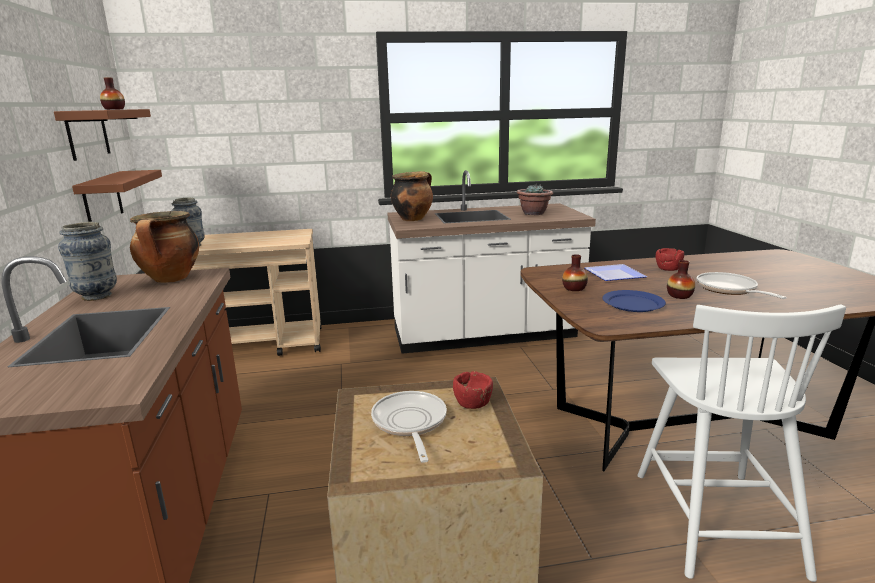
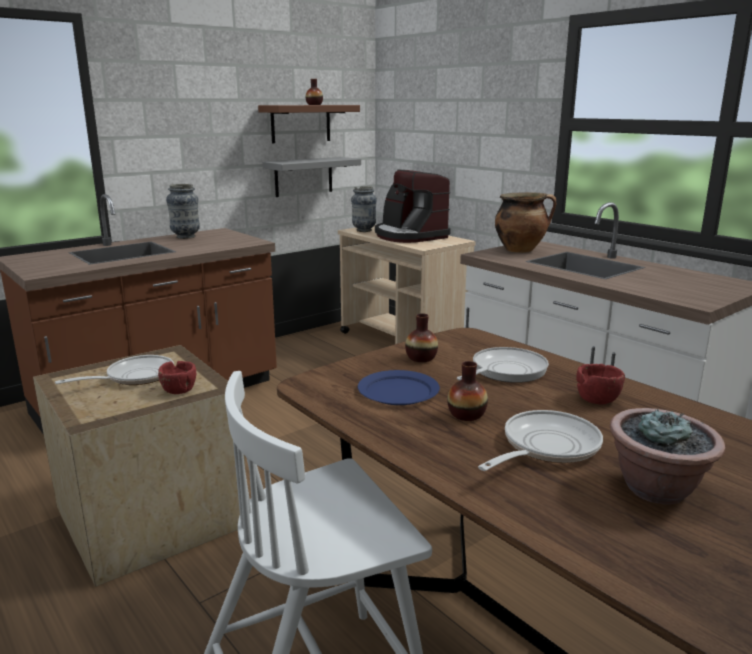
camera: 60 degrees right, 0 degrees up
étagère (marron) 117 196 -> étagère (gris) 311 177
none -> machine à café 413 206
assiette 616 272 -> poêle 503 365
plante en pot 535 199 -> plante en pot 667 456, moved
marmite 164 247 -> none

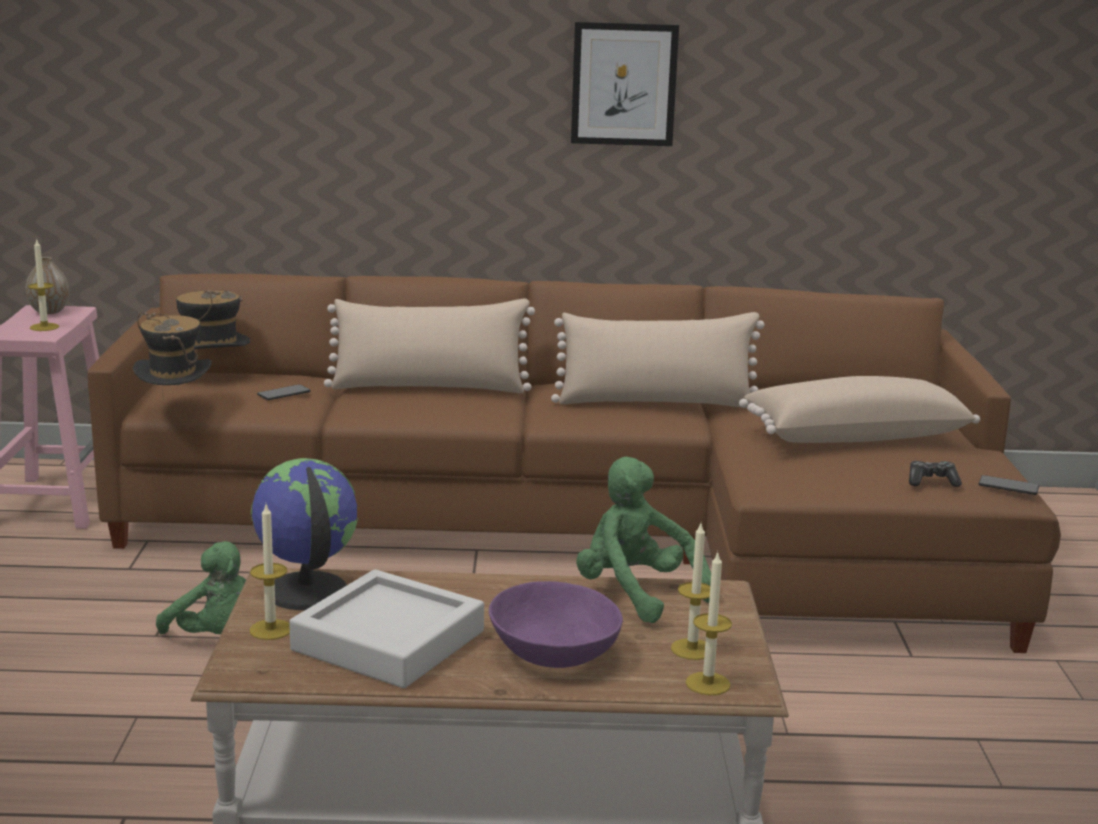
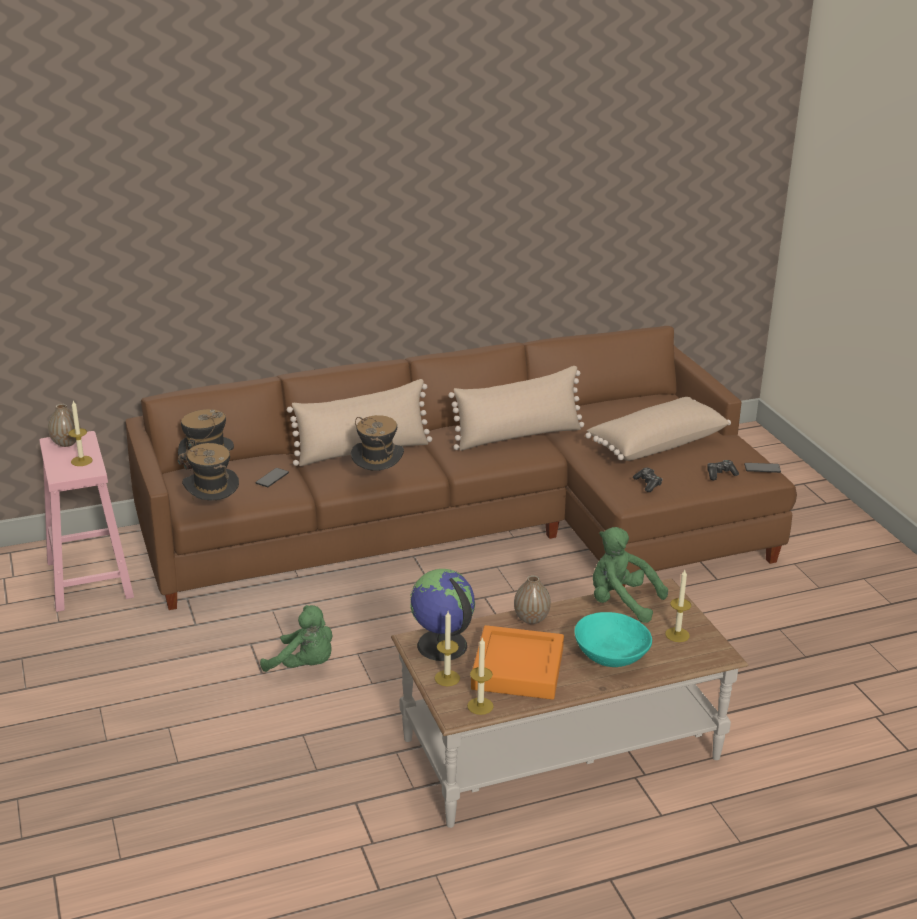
camera: 20 degrees left, 10 degrees up
none -> chapeau 377 443
bougie 709 623 -> bougie 480 676, moved
plateau (gris) 386 628 -> plateau (orange) 517 662
none -> vase 532 599
bol (violet) 556 624 -> bol (turquoise) 613 639
none -> manette 647 480
tableau 625 84 -> none

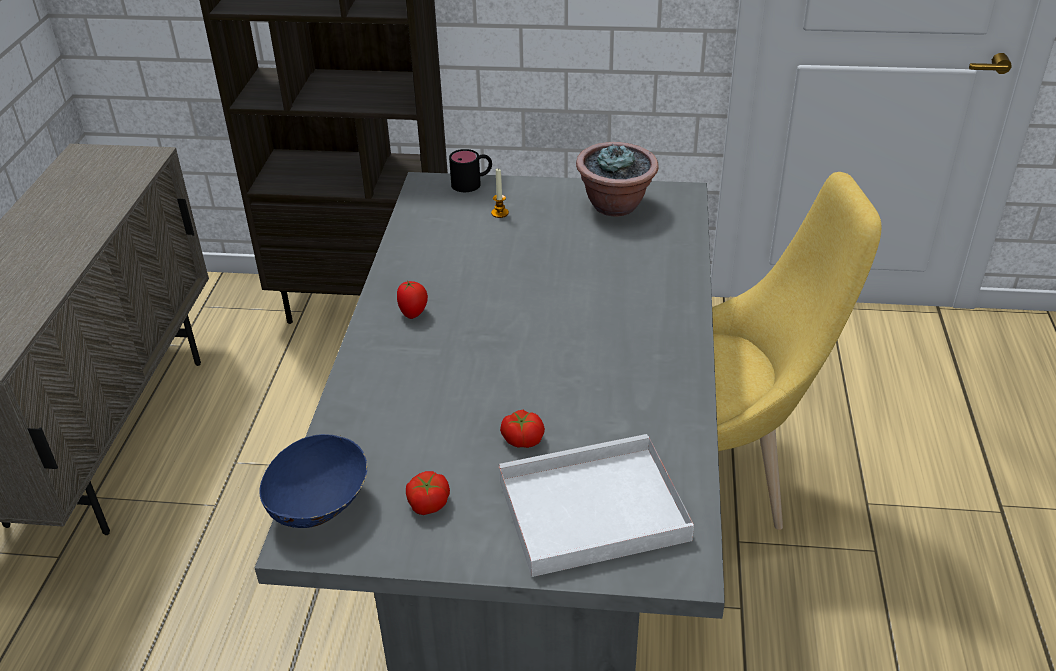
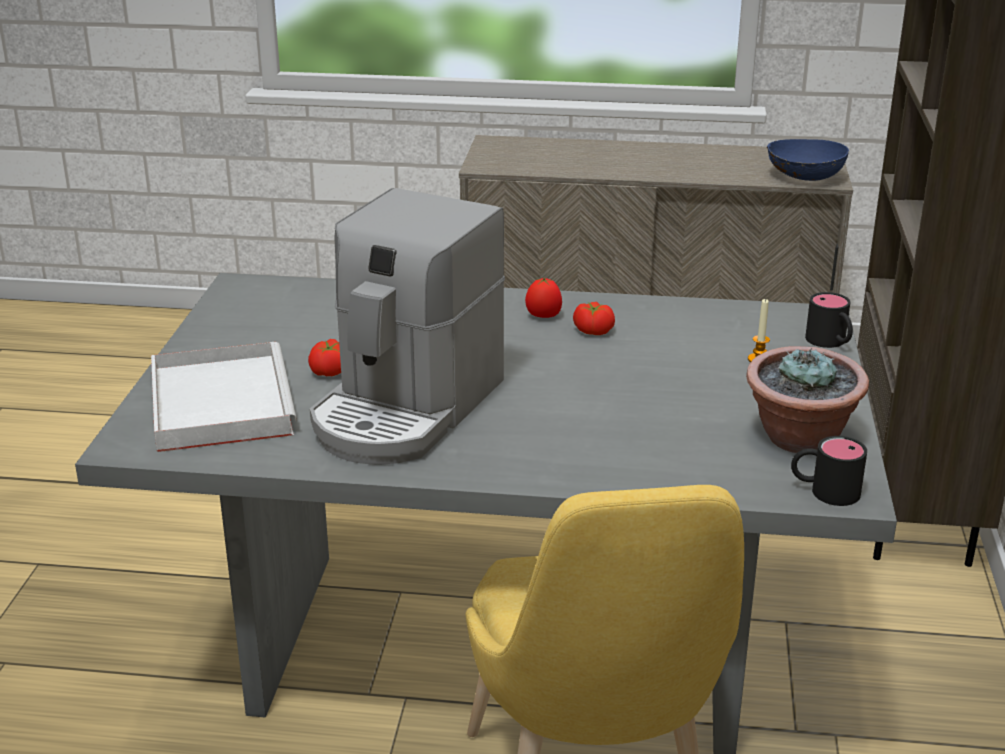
camera: 90 degrees right, 10 degrees down
none -> machine à café 407 326
tomate 428 493 -> tomate 594 318, moved
bol (bleu) 313 481 -> bol (bleu) 808 160, moved
none -> mug (noir) 829 471

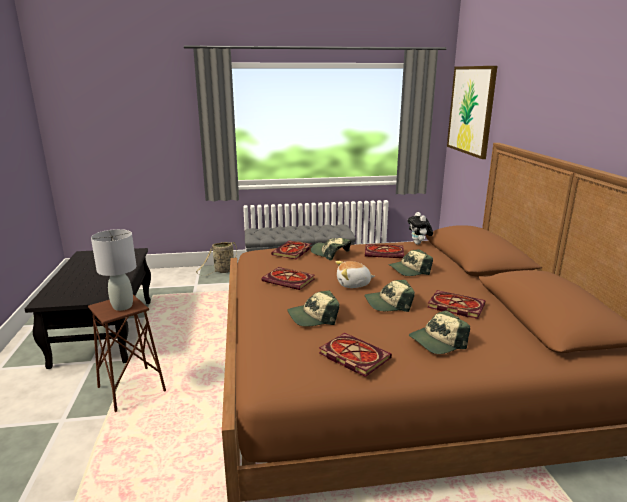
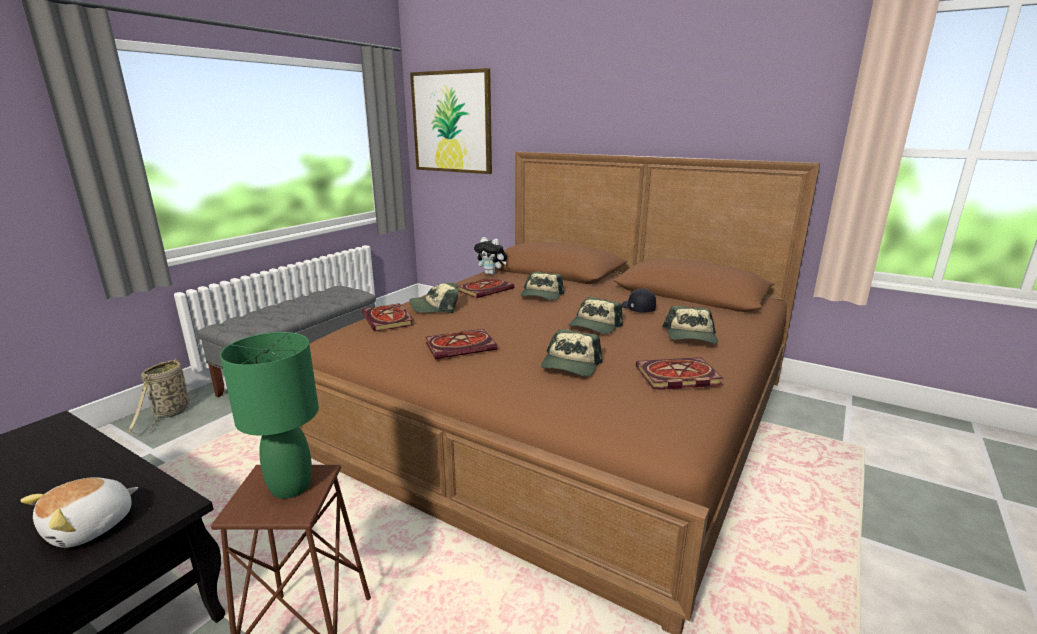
camera: 50 degrees left, 0 degrees up
peluche 355 274 -> peluche 80 512, moved
lampe de table (gris) 113 270 -> lampe de table (vert) 269 415
livre 456 304 -> casquette (noir) 638 301

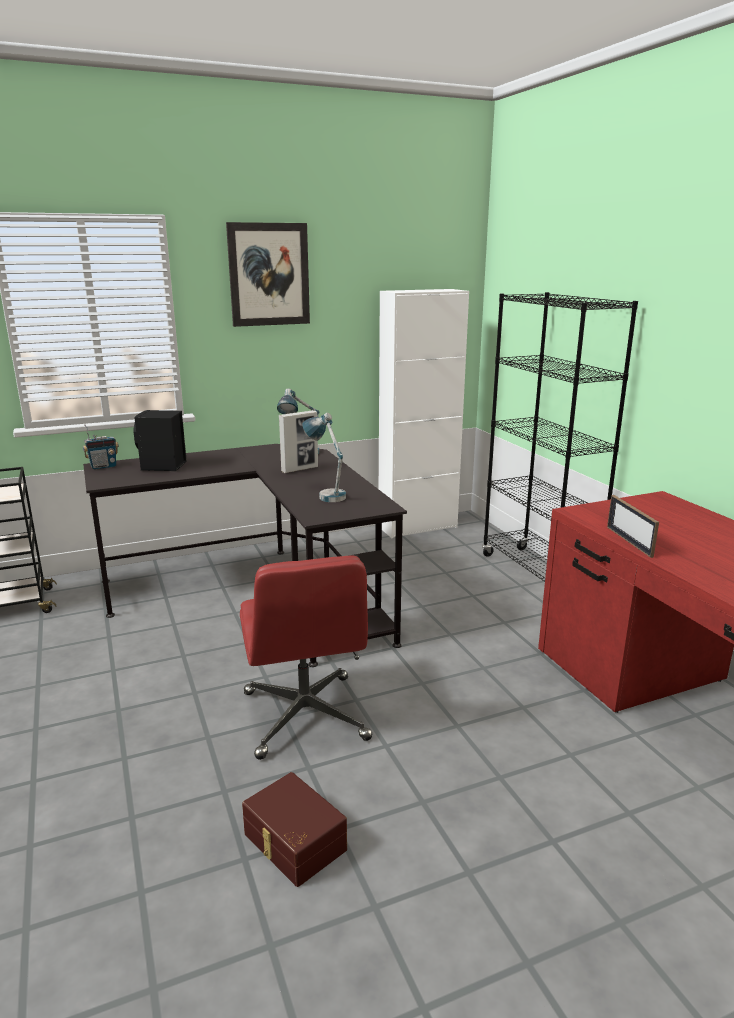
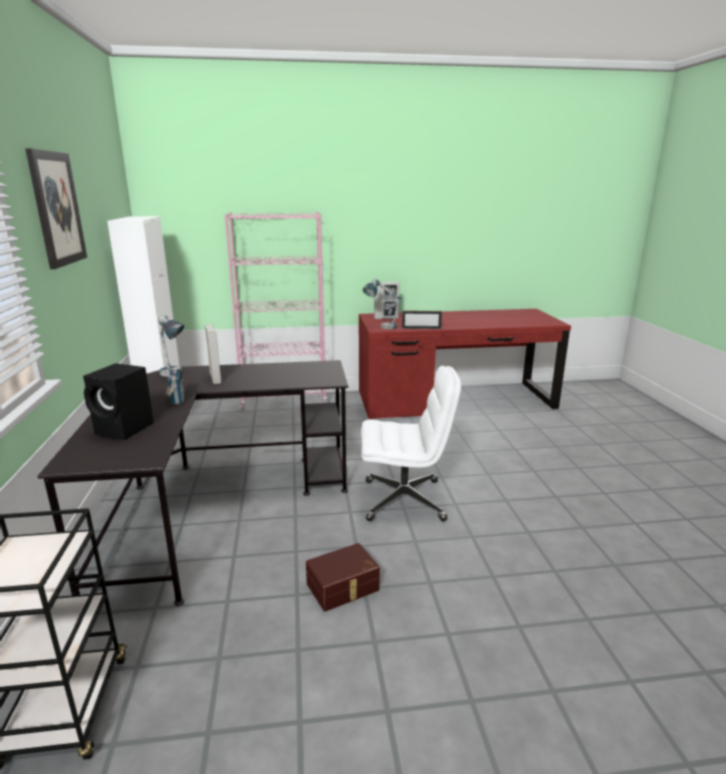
camera: 75 degrees left, 0 degrees up
radio 101 446 -> radio 175 382, moved
bibliothèque (noir) 560 437 -> bibliothèque (rose) 275 311
boîte de rangement (marron) 294 829 -> boîte de rangement (marron) 343 577, moved
chaise de bureau (rouge) 306 657 -> chaise de bureau (blanc) 411 443
lampe de table 324 457 -> lampe de table 382 303, moved
none -> cadre photo 387 300

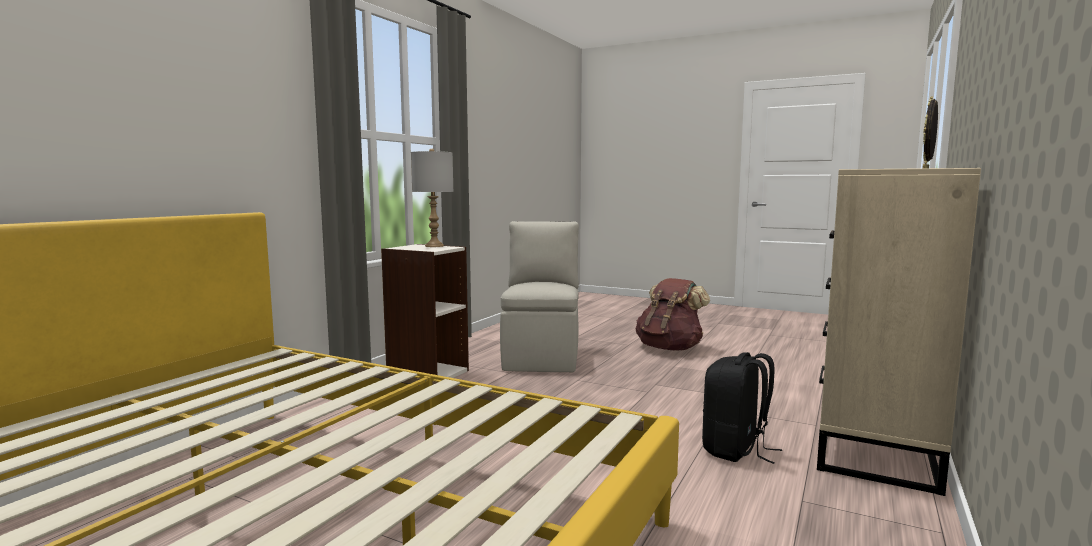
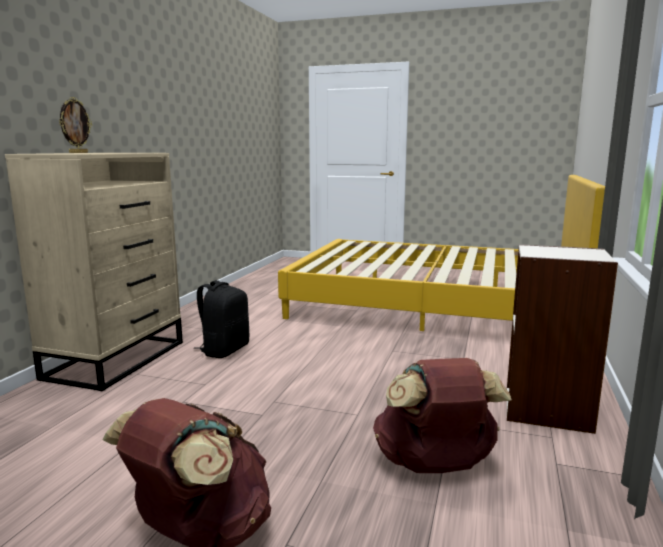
camera: 170 degrees right, 5 degrees up
chaise (beige) 539 296 -> sac à dos (marron) 442 415
lampe de table (gris) 432 198 -> none

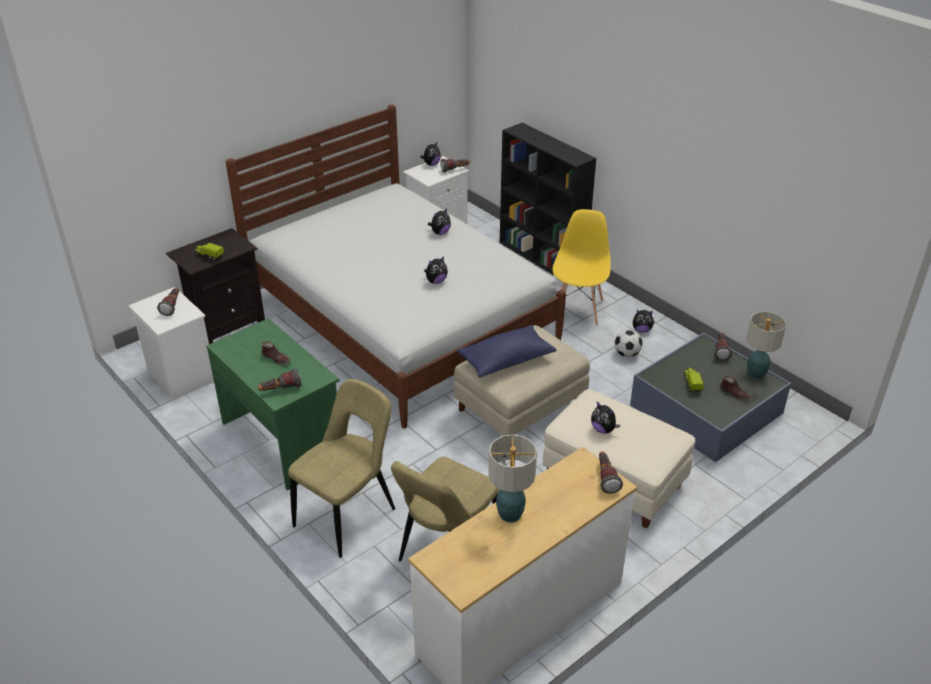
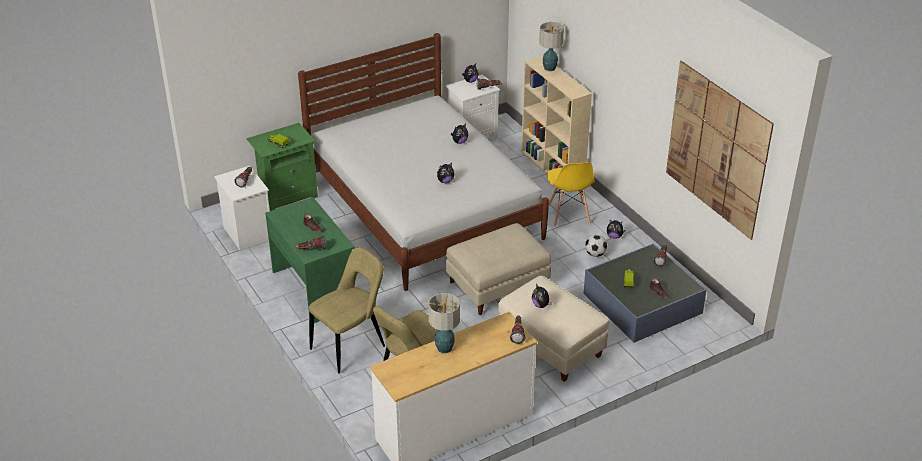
camera: 10 degrees right, 0 degrees up
table de chevet (noir) 215 286 -> table de chevet (vert) 282 167
bibliothèque (noir) 548 199 -> bibliothèque (beige) 556 124
lampe de table 766 345 -> lampe de table 551 46, moved
chaise (jaune) 581 267 -> chaise (jaune) 571 194, 150 degrees clockwise
none -> tableau 720 150
coussin (bleu) 506 351 -> none

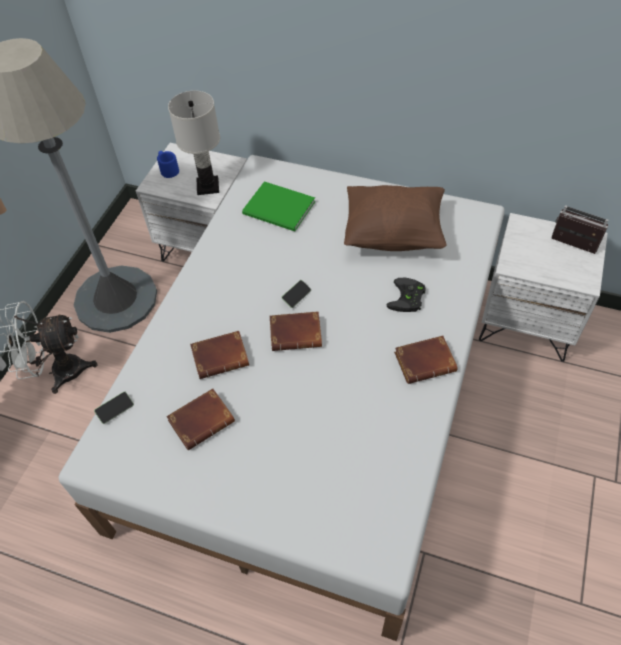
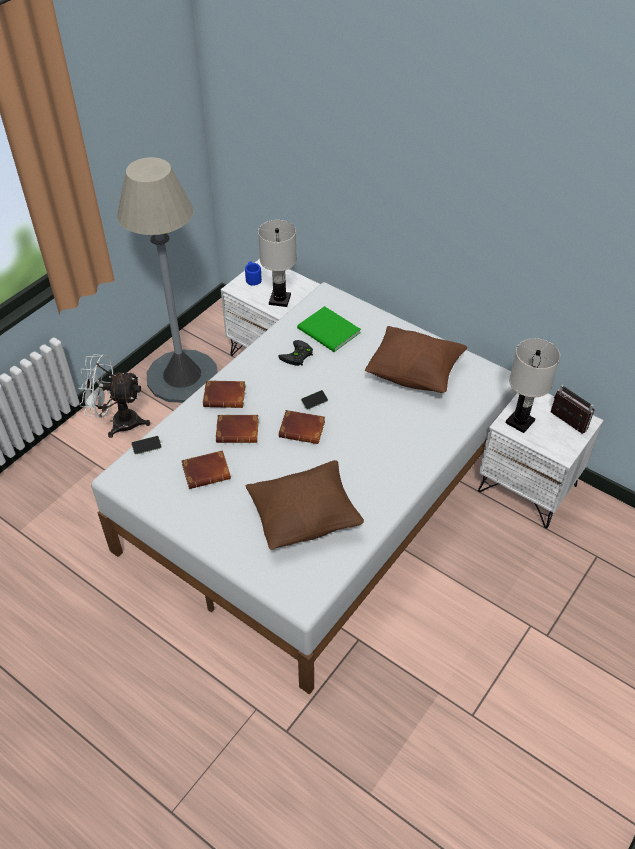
camera: 15 degrees right, 5 degrees down
livre (marron) 426 359 -> livre (marron) 224 394, moved
none -> coussin (marron) 304 505
manette (noir) 406 295 -> manette (noir) 295 353, moved
none -> lampe de table (blanc) 532 385

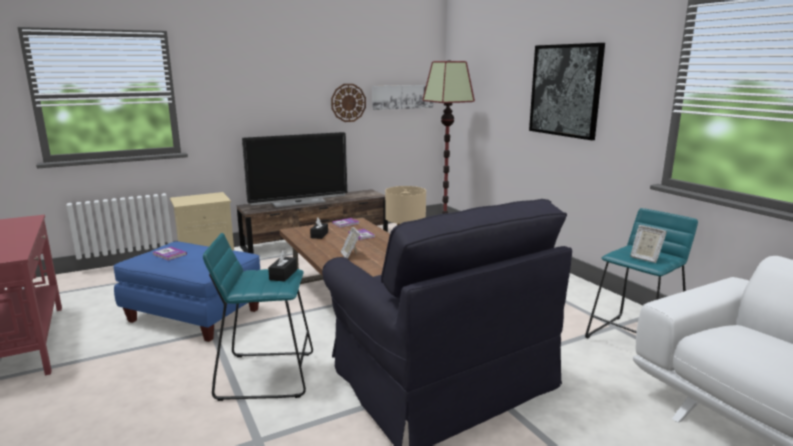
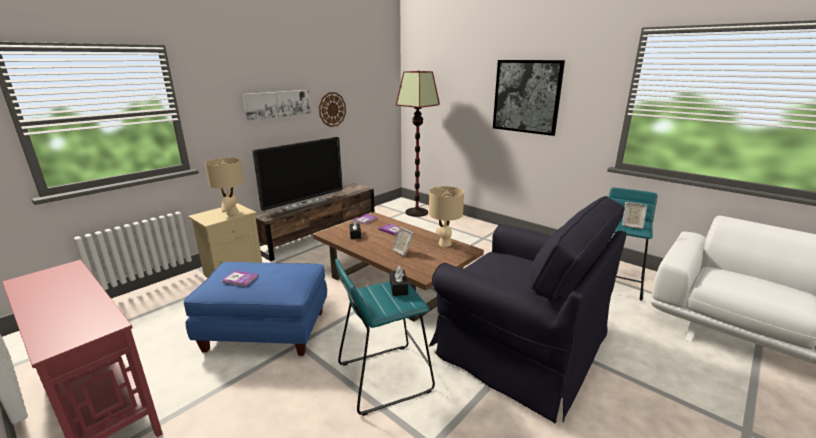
camera: 20 degrees left, 5 degrees up
none -> lampe de table (beige) 224 186
tableau 402 97 -> tableau 277 105, moved

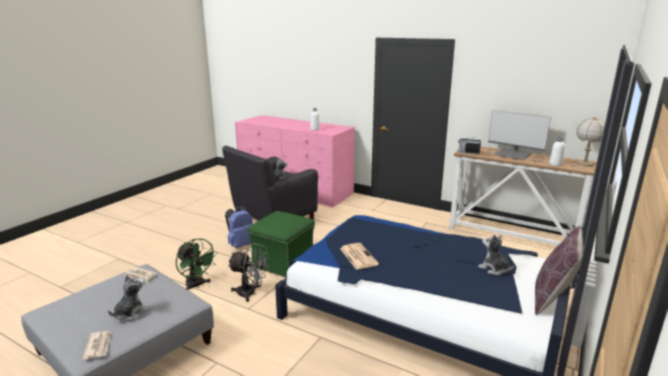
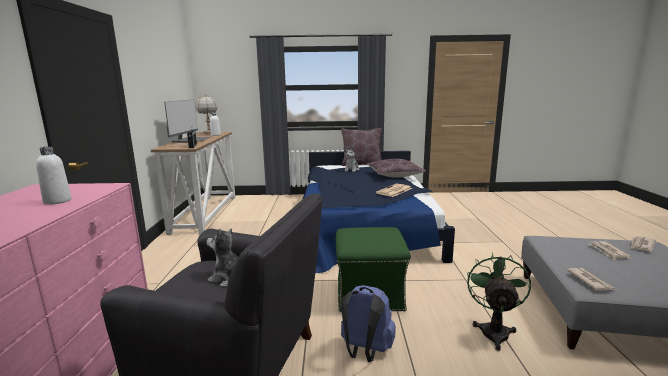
camera: 120 degrees left, 5 degrees down
none -> coussin (marron) 396 168
peluche 128 297 -> journal 610 250
ventilateur (gris) 248 272 -> none

